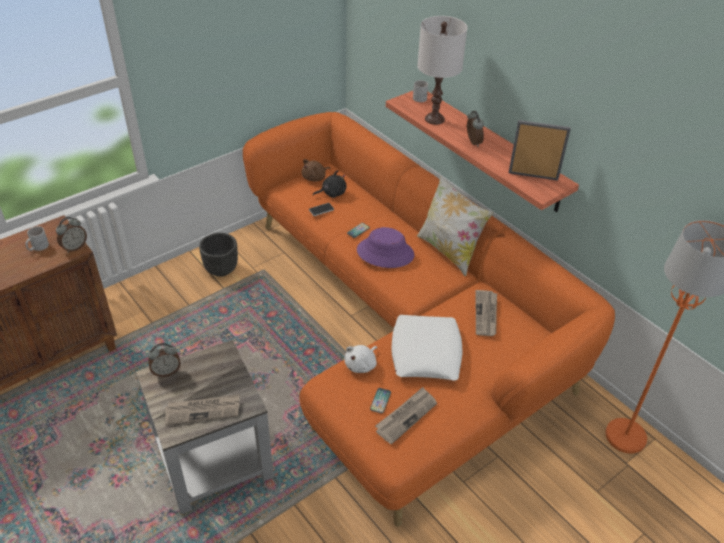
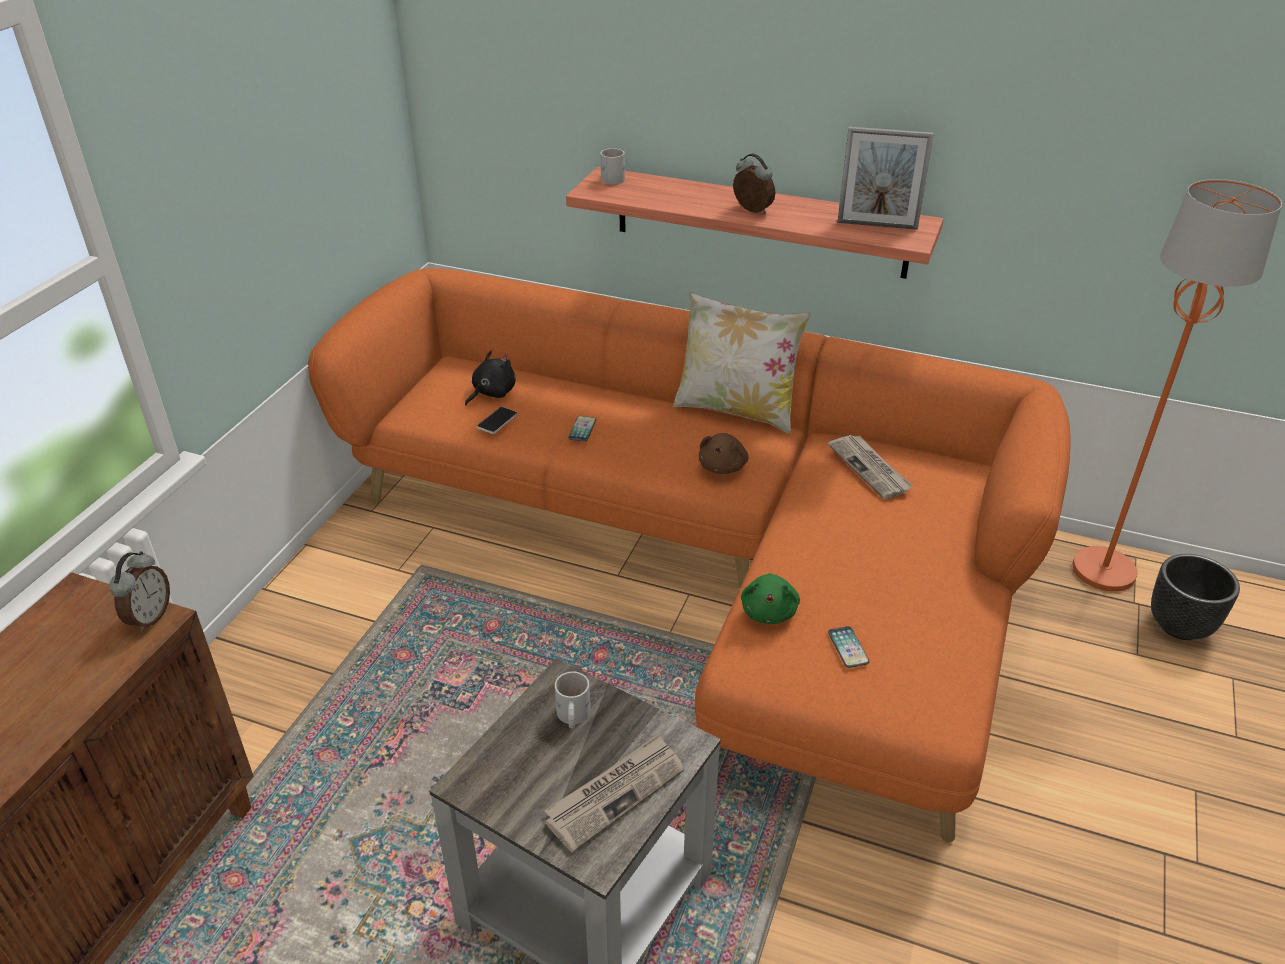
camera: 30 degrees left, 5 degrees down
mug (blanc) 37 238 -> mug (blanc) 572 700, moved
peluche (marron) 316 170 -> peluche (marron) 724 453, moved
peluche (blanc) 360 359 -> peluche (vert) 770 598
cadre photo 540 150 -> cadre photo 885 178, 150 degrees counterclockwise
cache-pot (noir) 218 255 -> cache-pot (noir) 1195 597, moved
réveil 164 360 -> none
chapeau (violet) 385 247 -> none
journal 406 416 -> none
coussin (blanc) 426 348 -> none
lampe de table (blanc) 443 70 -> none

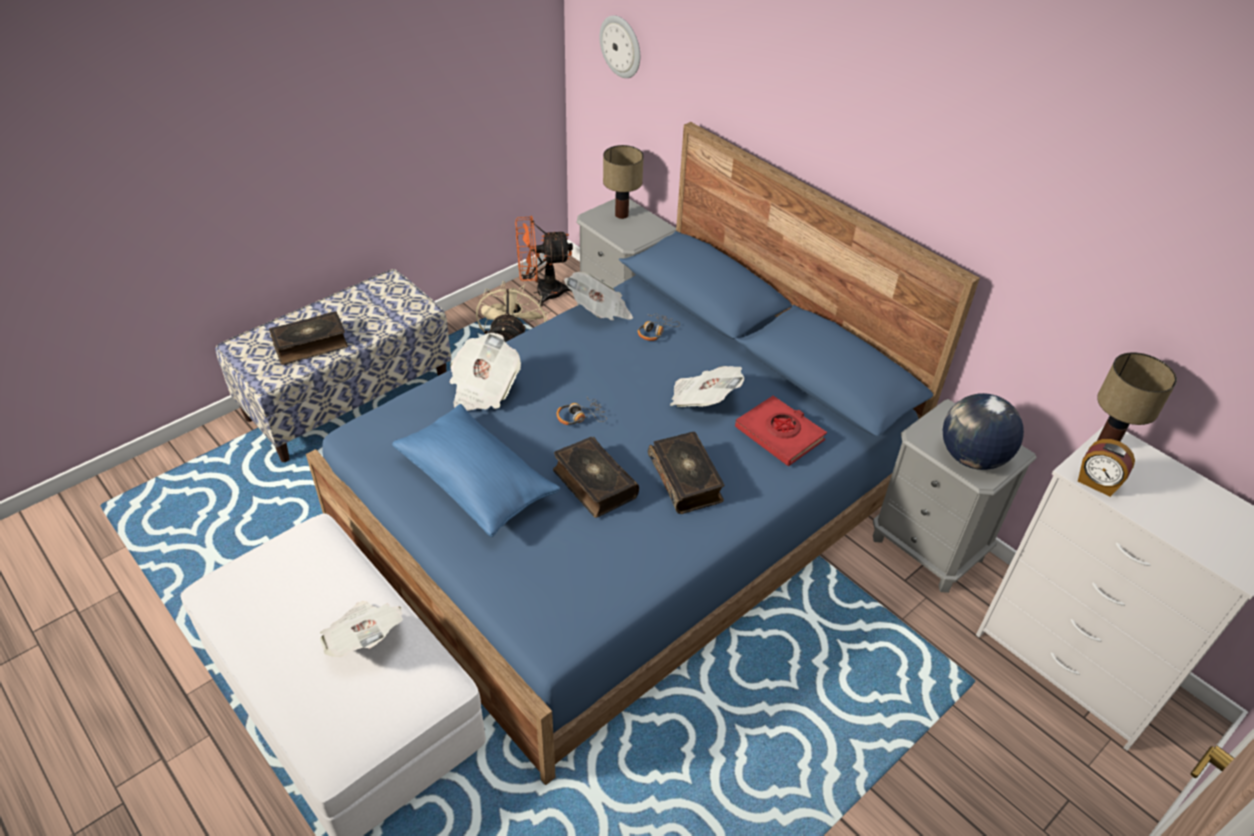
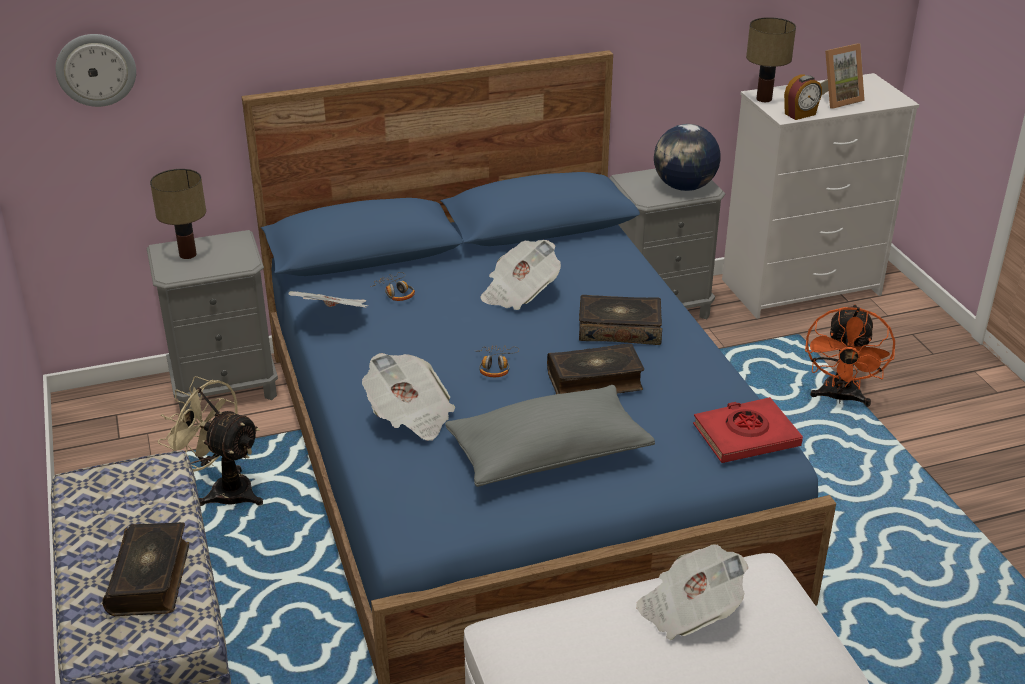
camera: 65 degrees left, 10 degrees down
coussin (bleu) 476 470 -> coussin (gris) 550 436
livre (rouge) 781 431 -> livre (rouge) 748 430, moved
ventilateur (orange) 544 260 -> ventilateur (orange) 850 355, moved
none -> cadre photo 842 76

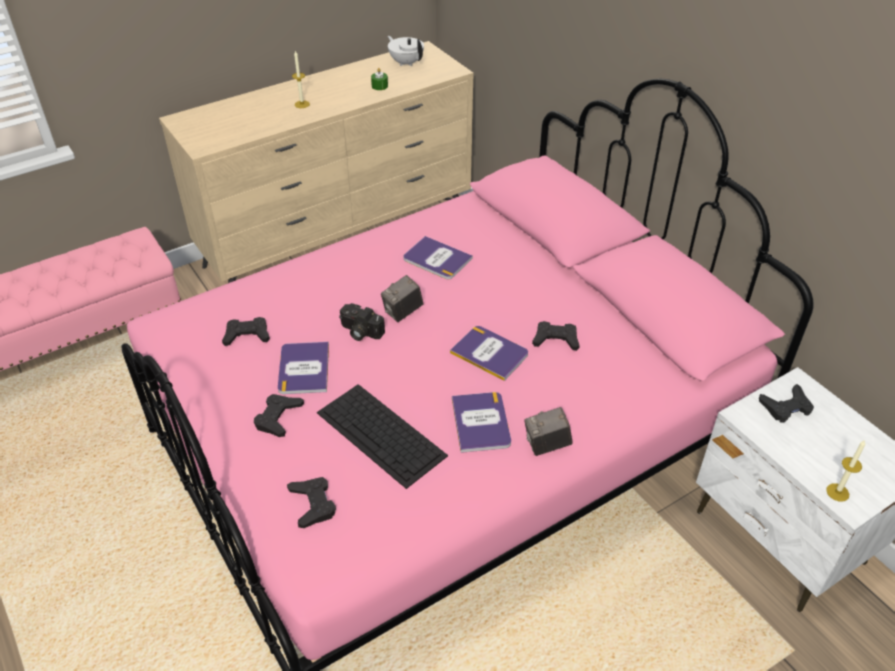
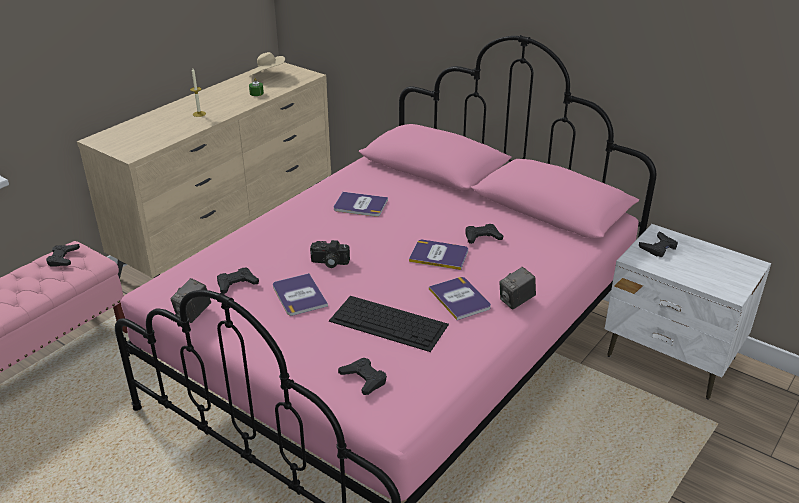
camera: 20 degrees left, 10 degrees down
manette (noir) 279 415 -> manette (noir) 63 255, moved
appareil photo 402 298 -> appareil photo 191 300, moved
théière (blanc) 406 51 -> chapeau (beige) 267 64
bougie 846 471 -> none

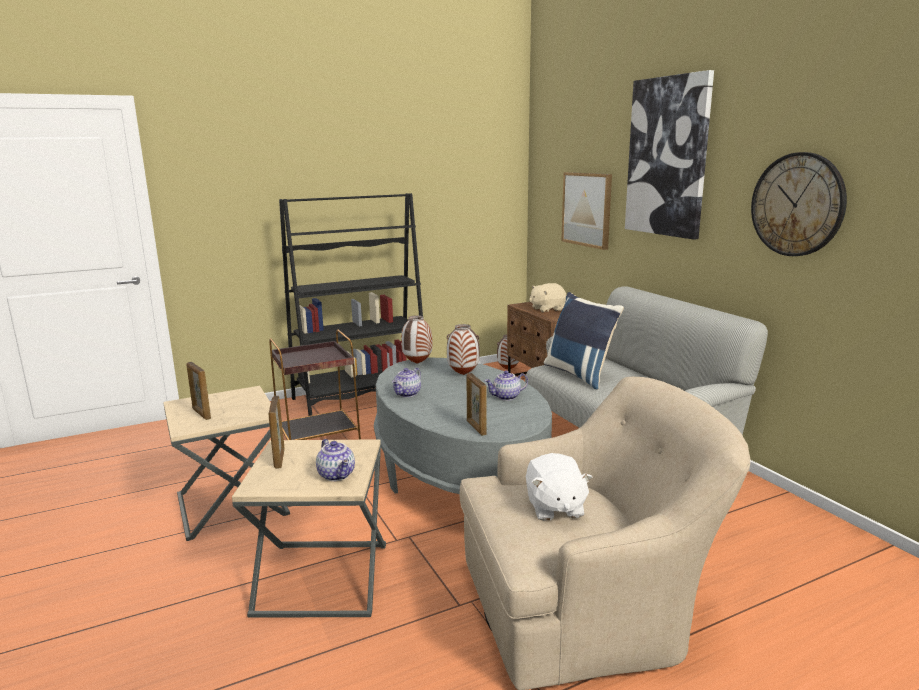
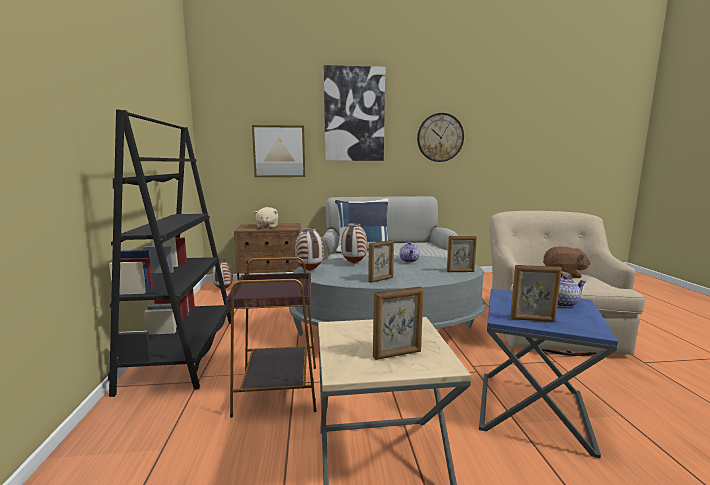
camera: 70 degrees left, 5 degrees down
théière 406 382 -> cadre photo 381 261
table d'appoint (beige) 309 528 -> table d'appoint (bleu) 548 373
peluche (blanc) 559 487 -> peluche (marron) 566 262

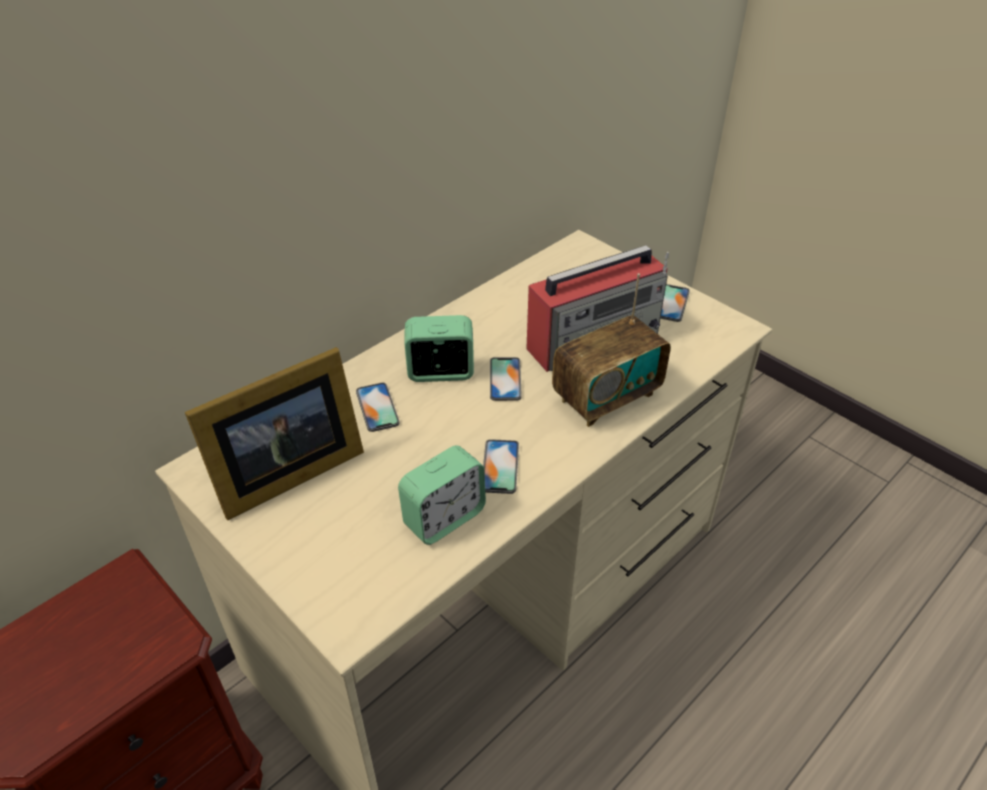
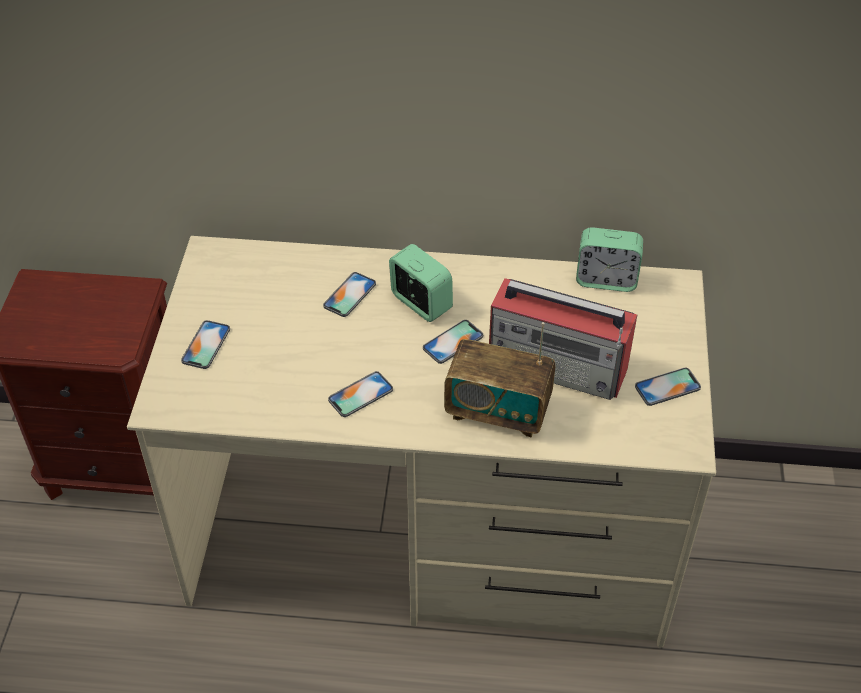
camera: 50 degrees right, 5 degrees up
none -> téléphone 205 344
réveil 442 495 -> réveil 609 259, moved
cadre photo 274 433 -> none

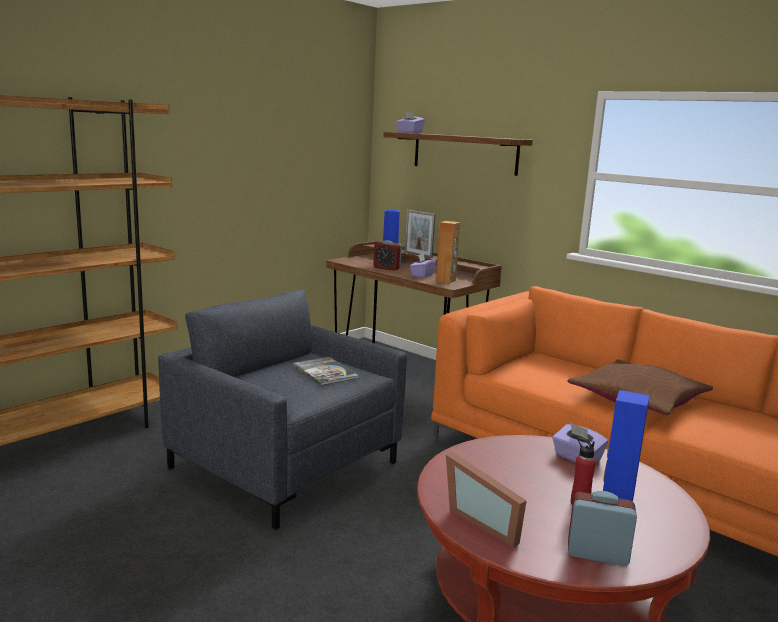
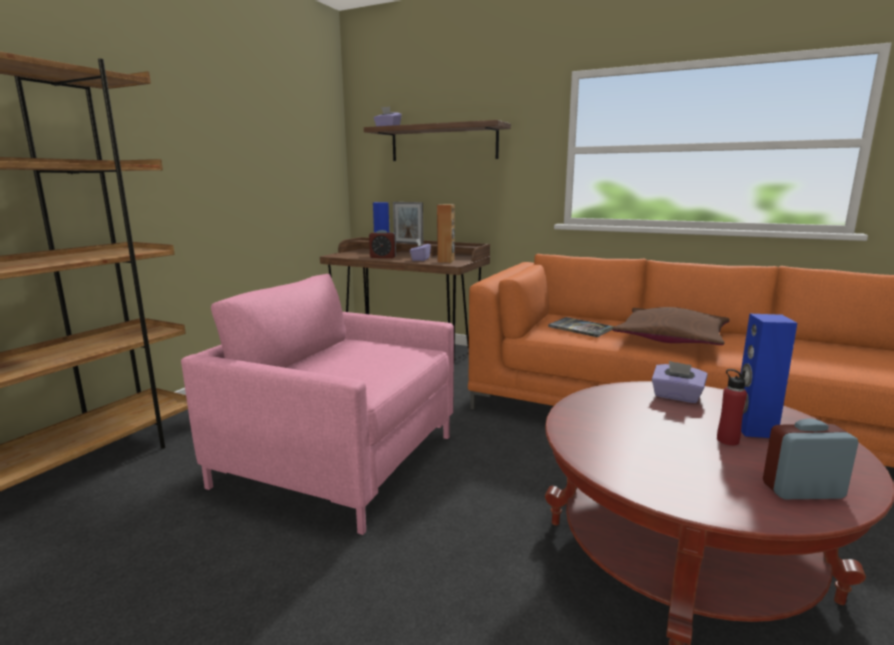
camera: 15 degrees left, 0 degrees up
fauteuil (gris) 282 410 -> fauteuil (rose) 317 404
livre 326 371 -> livre 581 327, moved
cadre photo 486 499 -> none

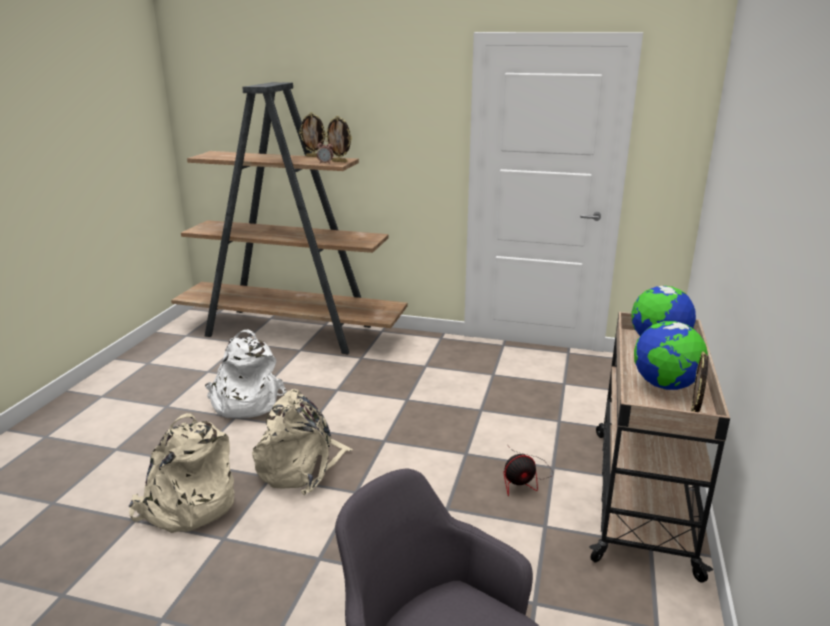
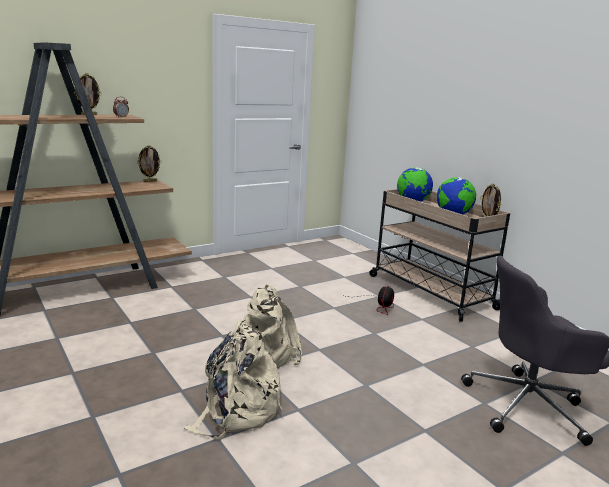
camera: 50 degrees left, 5 degrees down
cadre photo 338 139 -> cadre photo 149 163, moved
sac à dos (blanc) 246 374 -> none

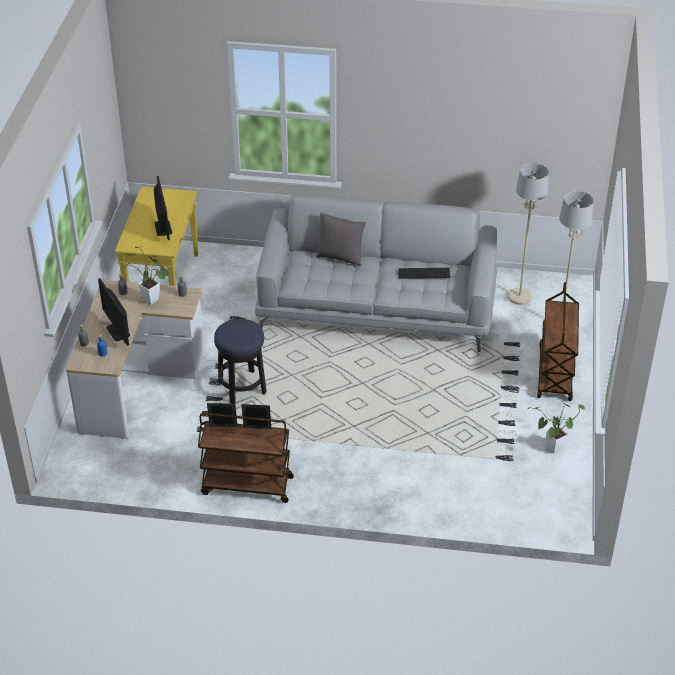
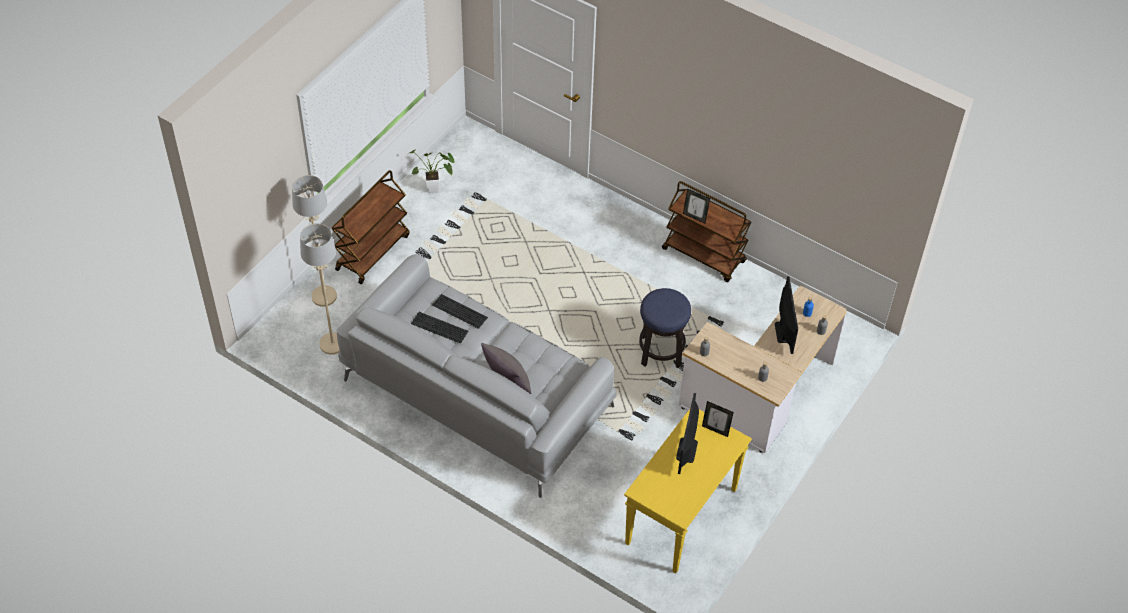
camera: 155 degrees left, 10 degrees up
none -> clavier 460 311
cadre photo 222 415 -> cadre photo 718 419, moved
plante en pot 147 275 -> none

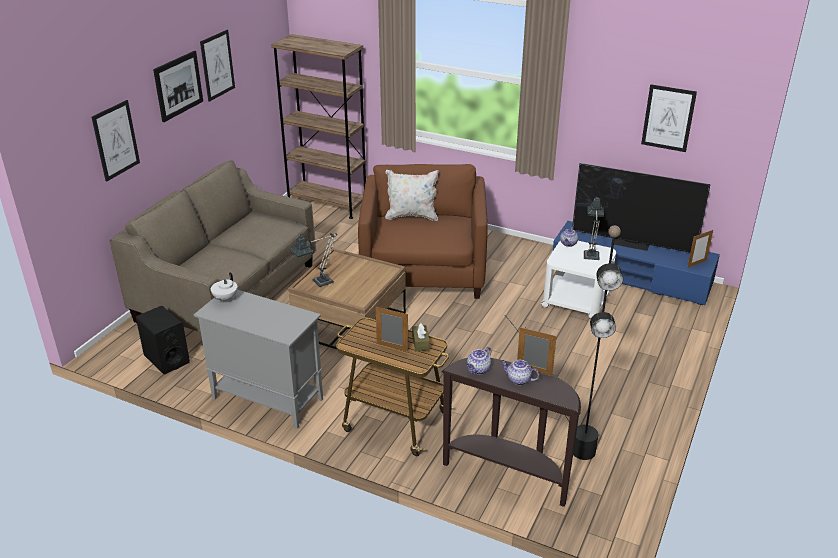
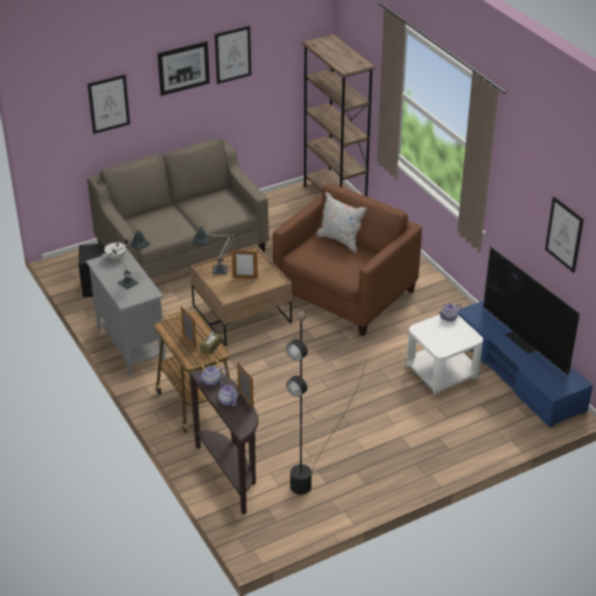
camera: 35 degrees right, 5 degrees up
lampe de table 594 228 -> lampe de table 130 259, moved
cadre photo 700 249 -> cadre photo 245 264, moved

